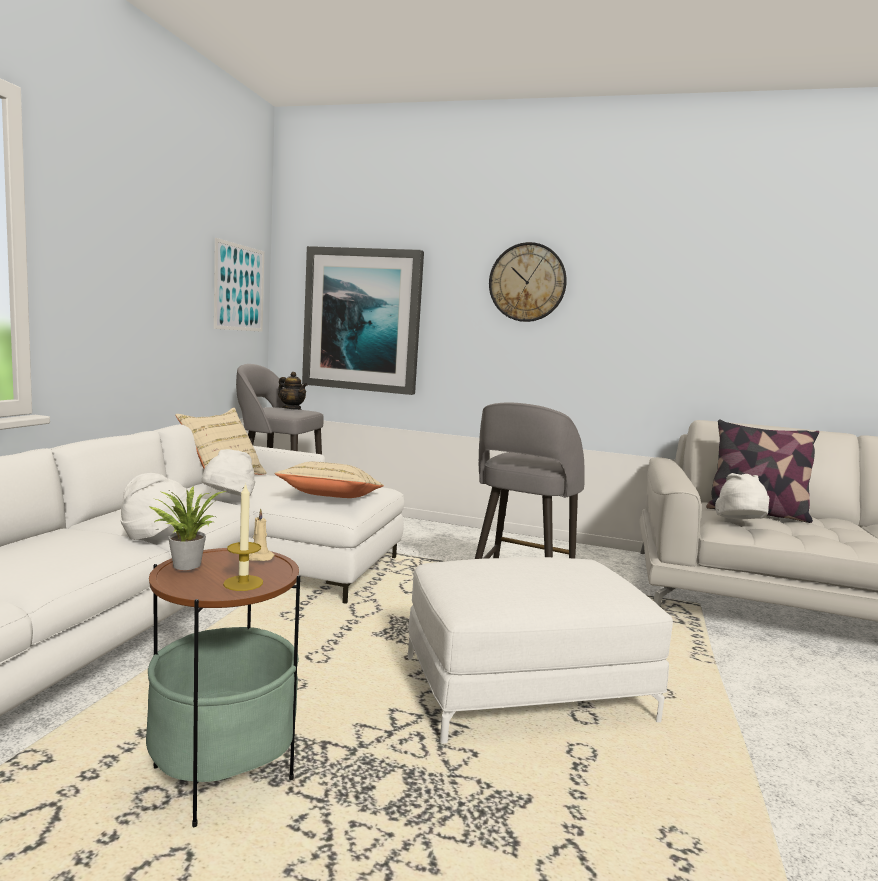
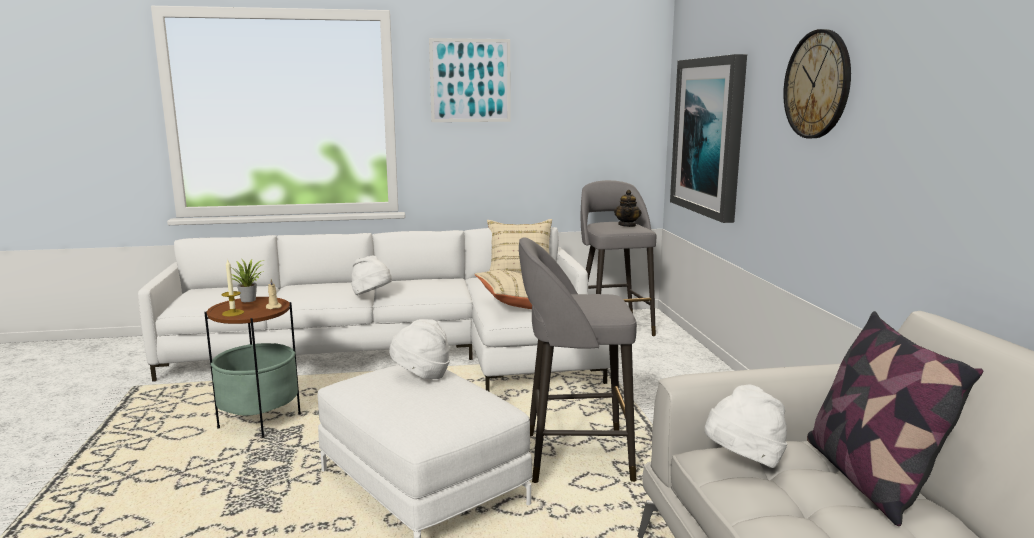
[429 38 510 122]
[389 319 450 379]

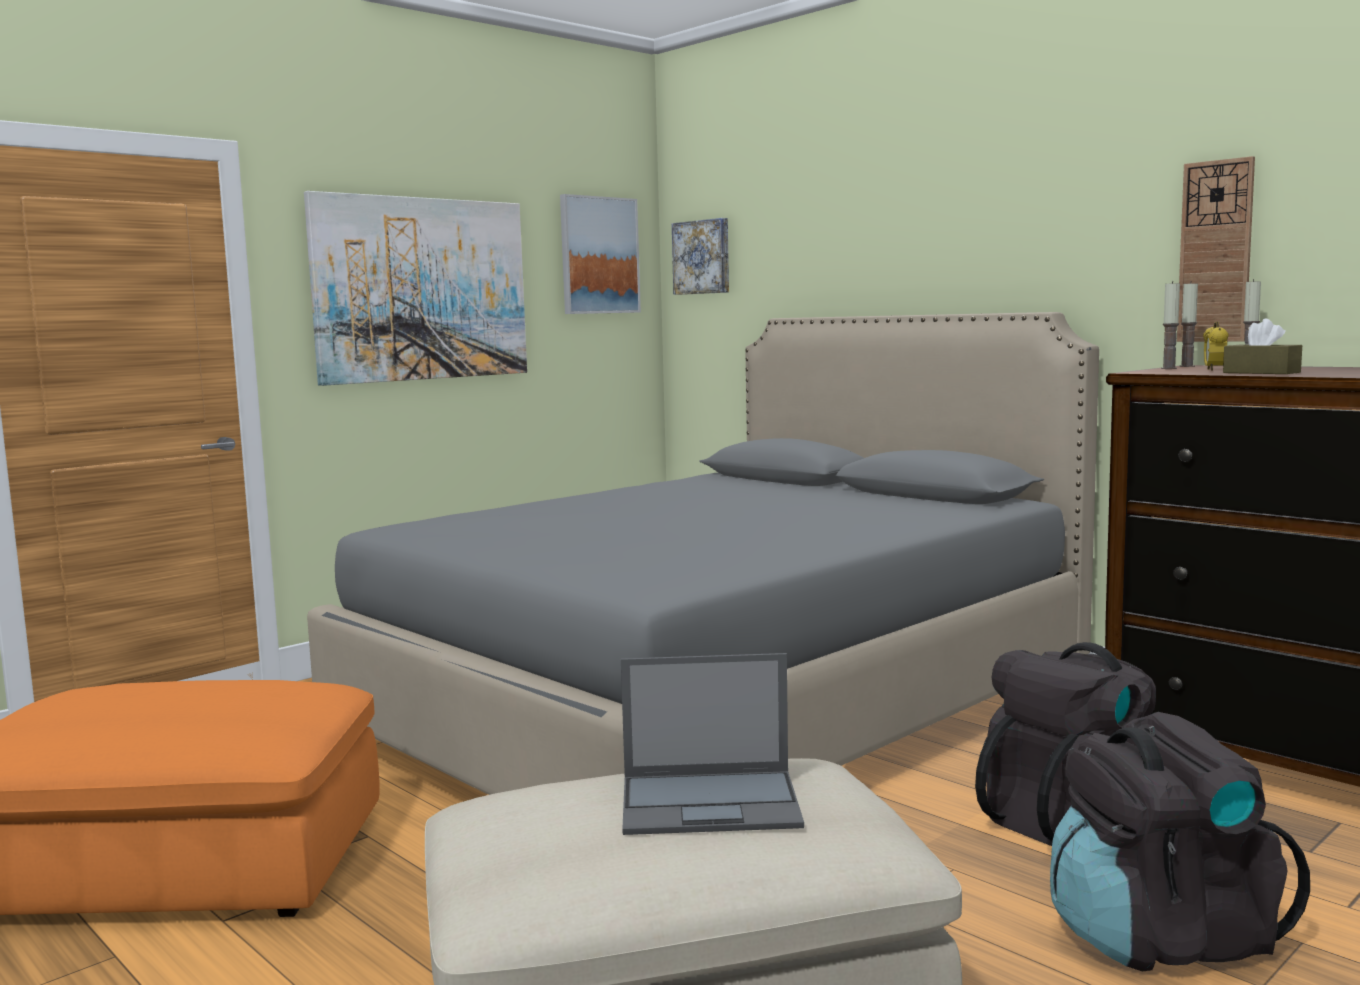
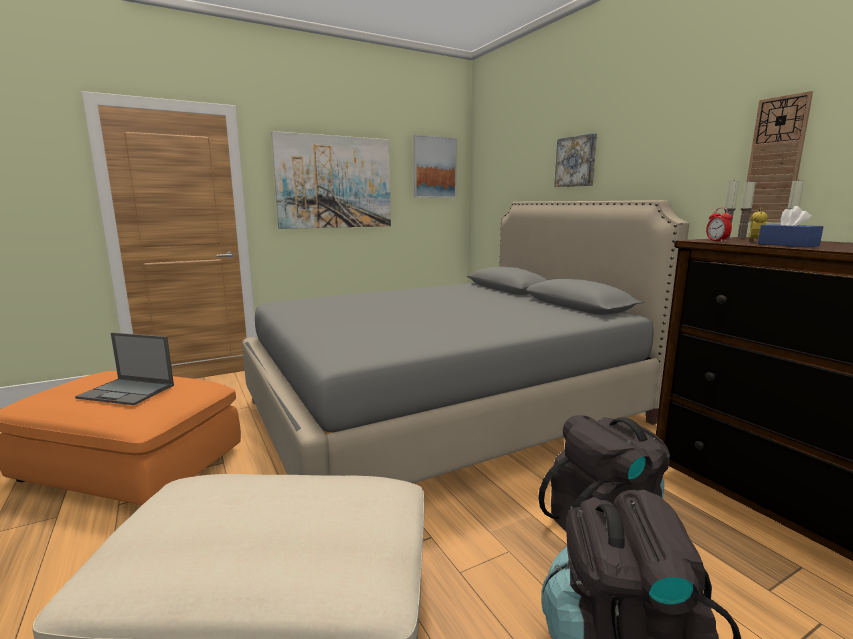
[554 133 597 187]
[758 206 824 247]
[75 333 174 405]
[706 208 732 242]

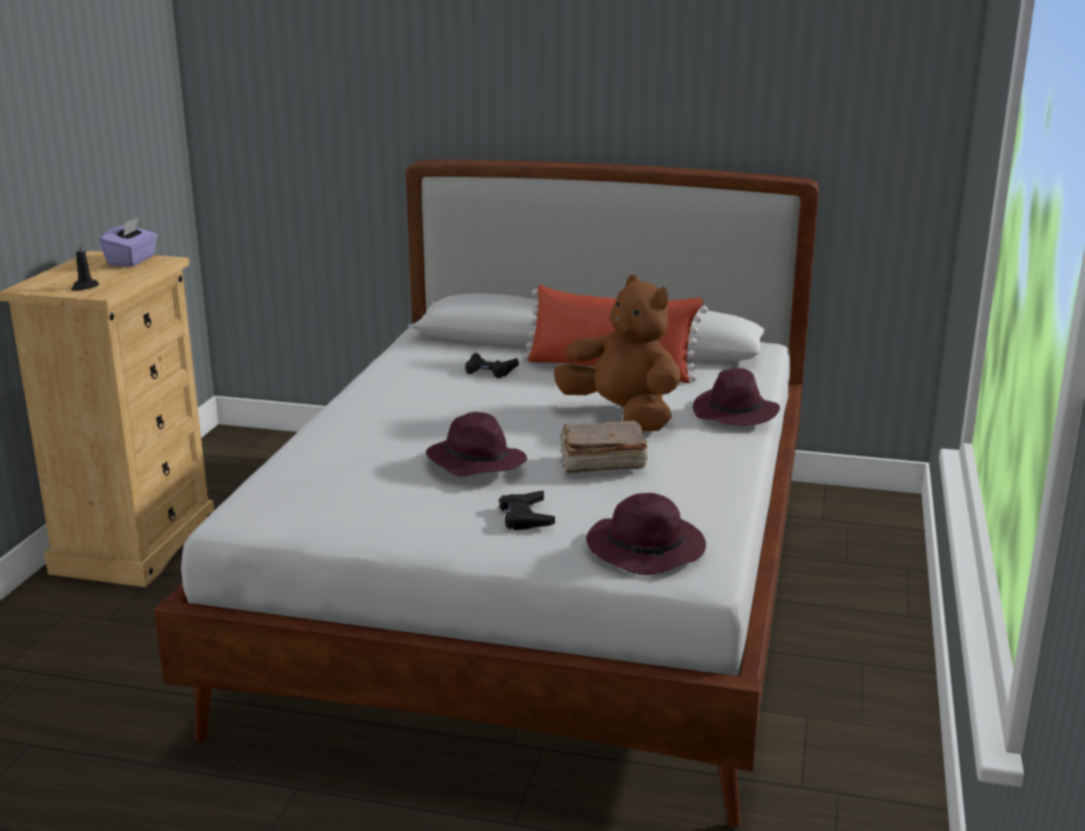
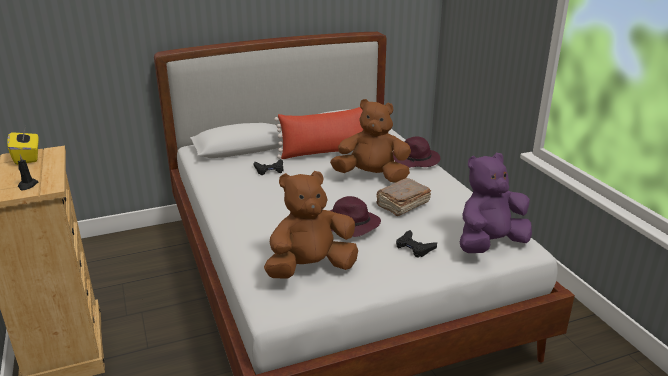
[7 126 39 165]
[460 153 532 253]
[264 171 358 279]

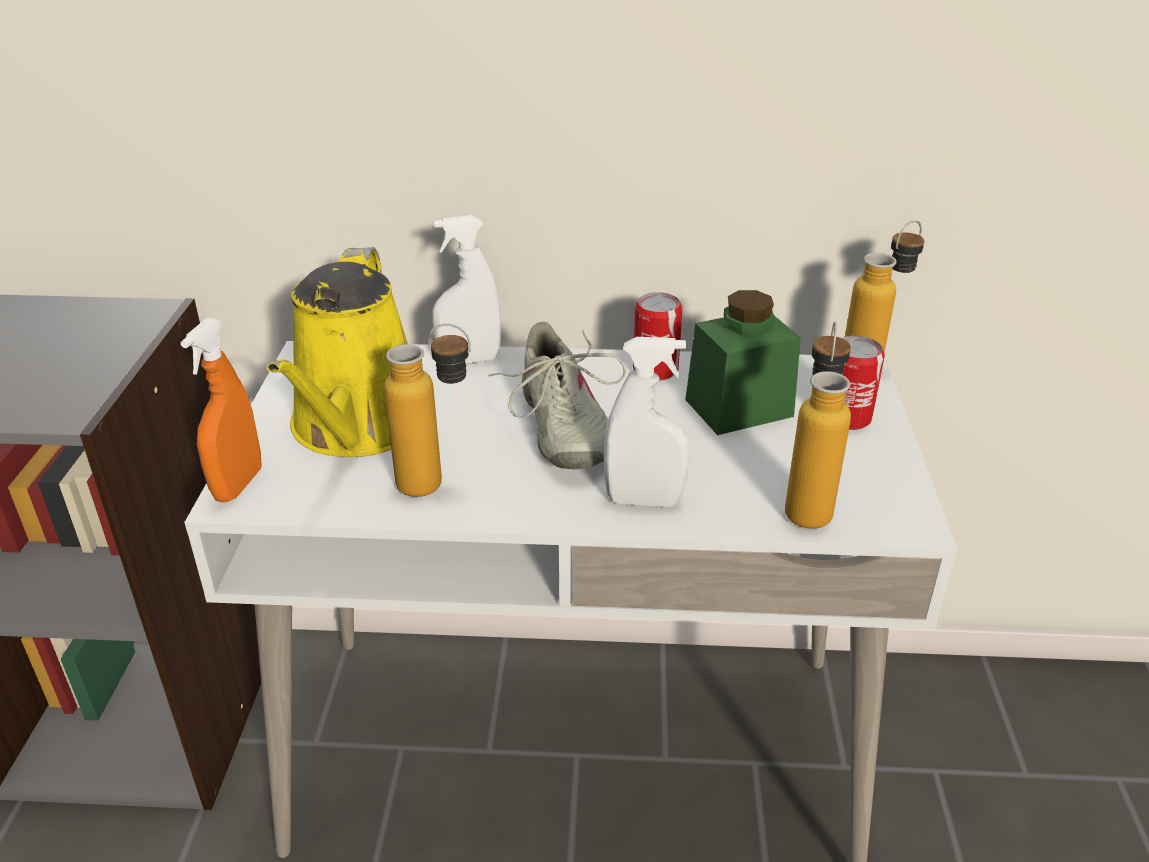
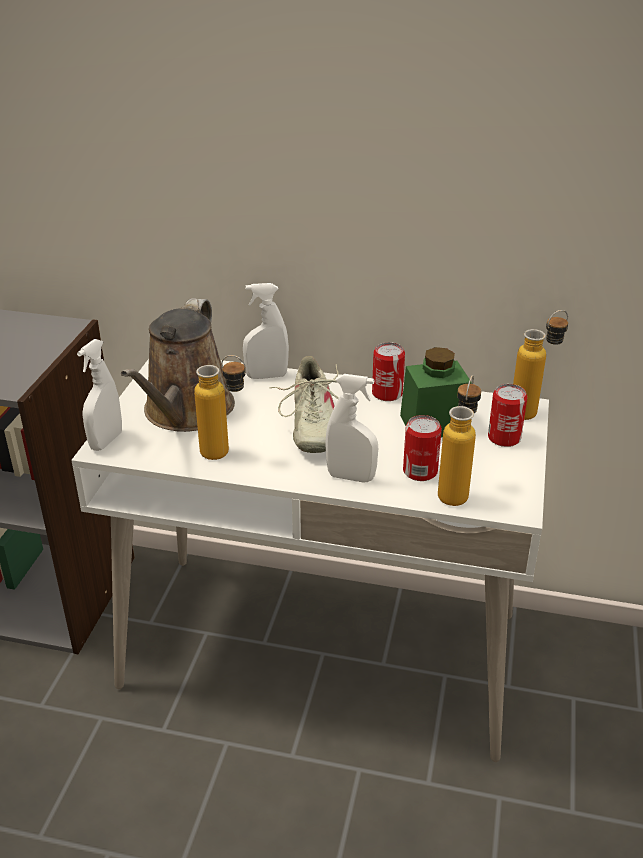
[121 298 235 432]
[77 339 122 451]
[403 415 442 481]

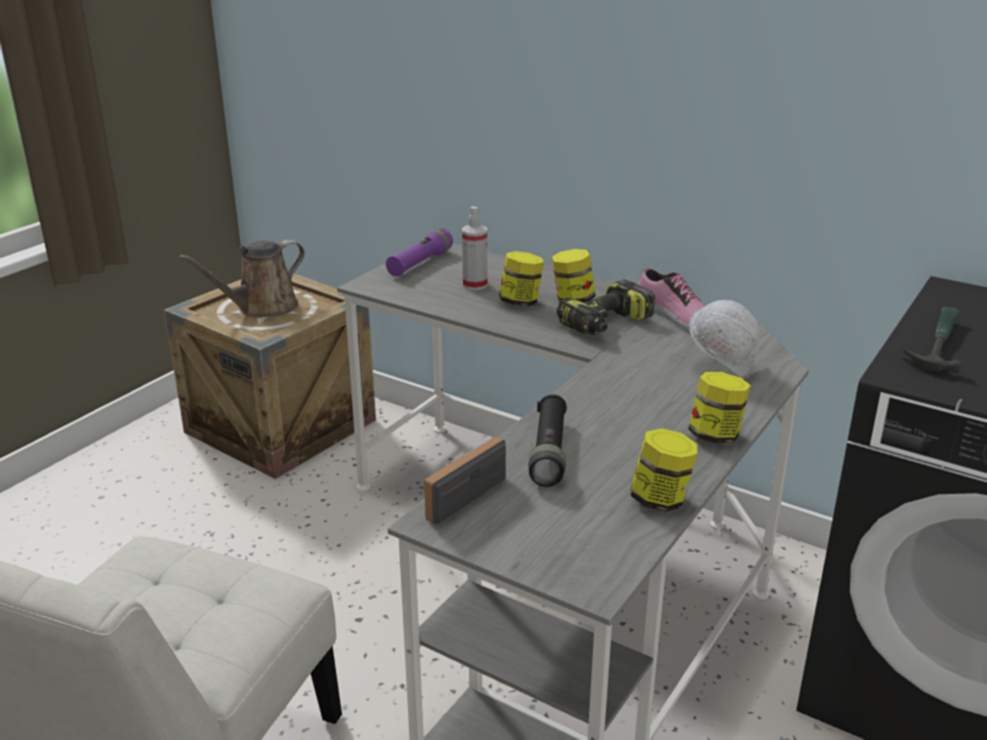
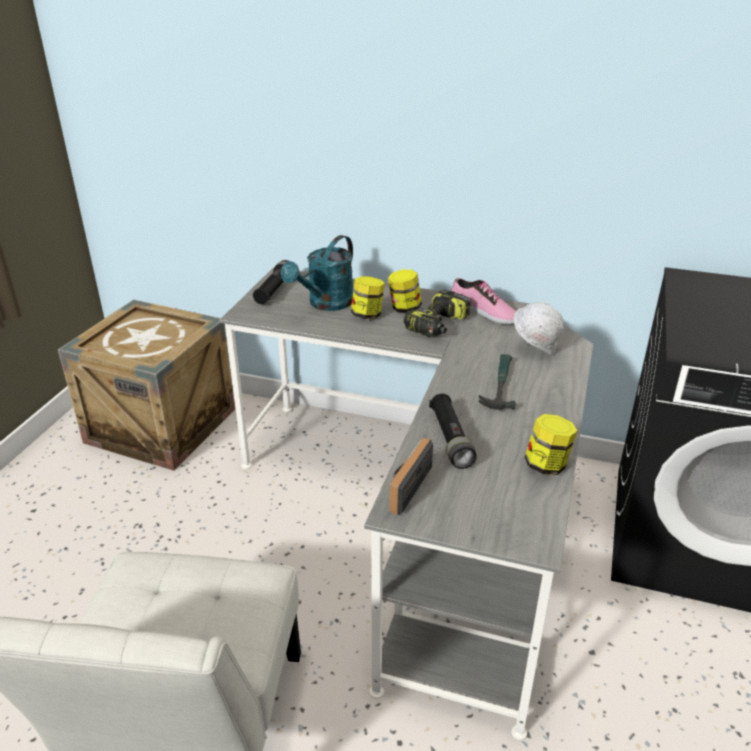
[281 235 353 311]
[253 260 289 304]
[179 240 305 318] (first image)
[479 354 515 410]
[688 372 751 444] (first image)

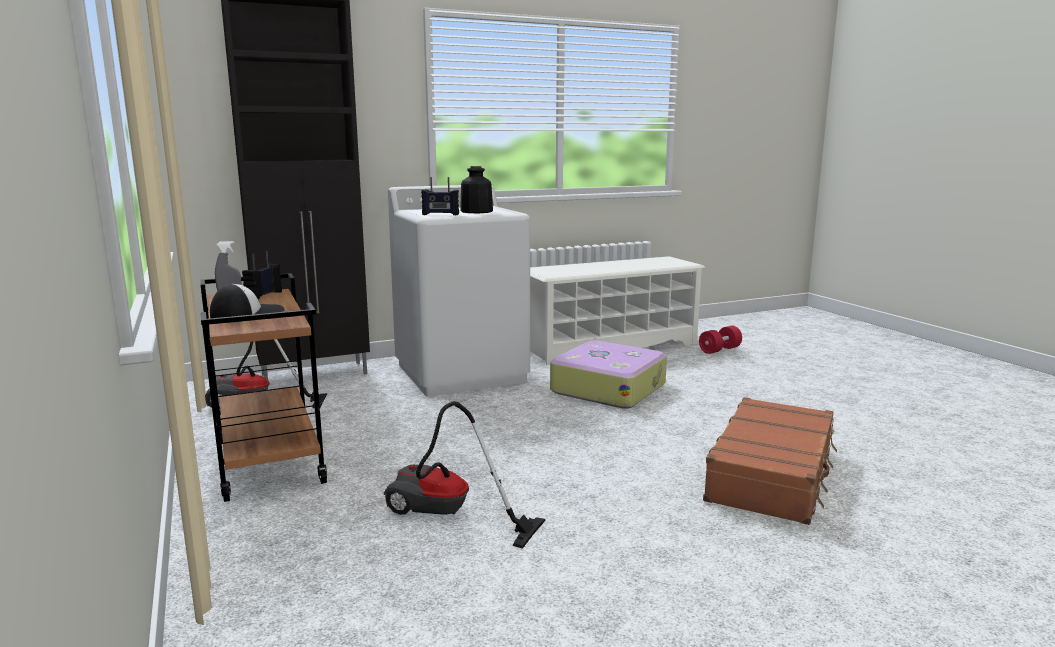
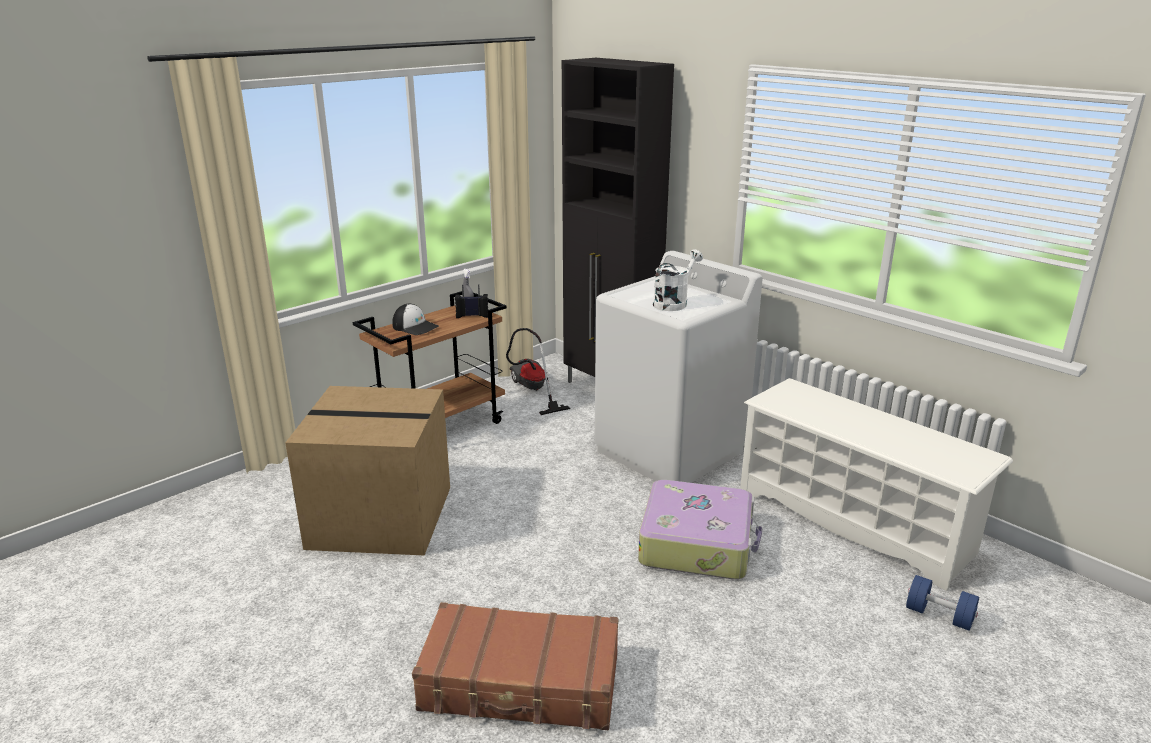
[653 250 703 311]
[421 177 459 215] (first image)
[906 575 979 631]
[285 386 450 556]

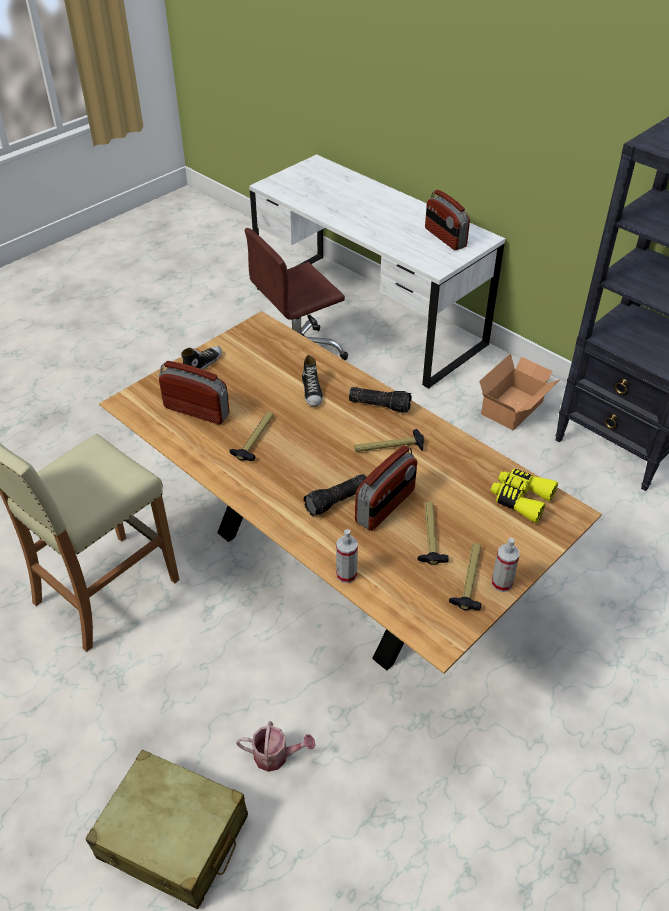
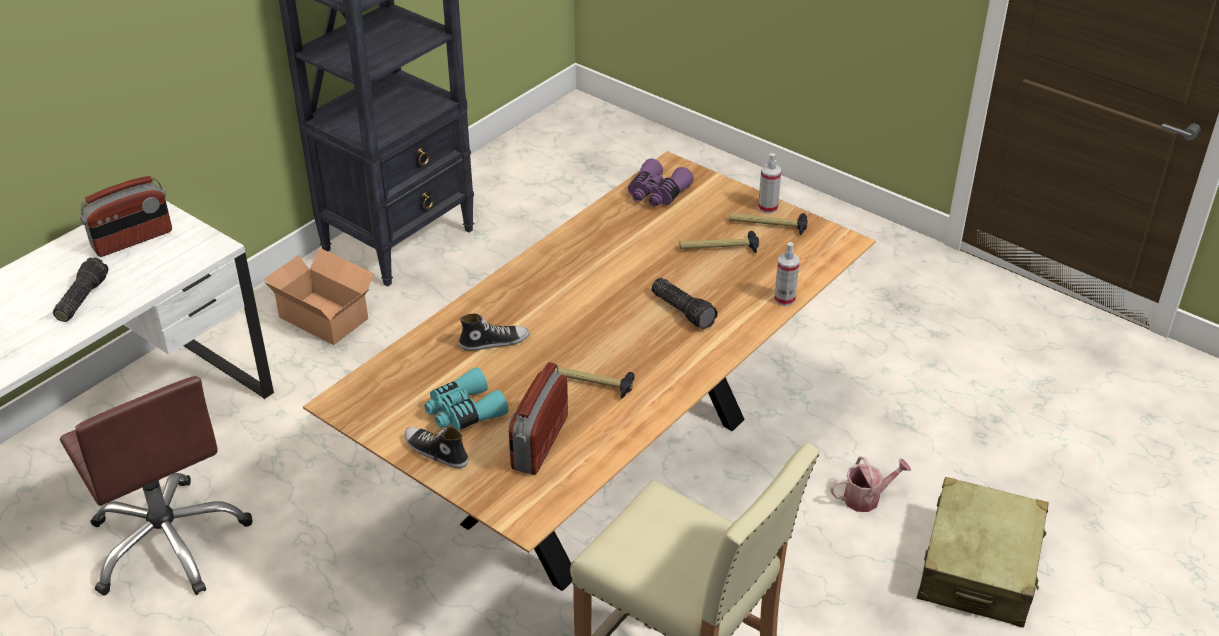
[53 257 109 322]
[355 429 424 452] (first image)
[355 445 417 531] (first image)
[628 159 694 207]
[831 457 911 512]
[425 367 509 431]

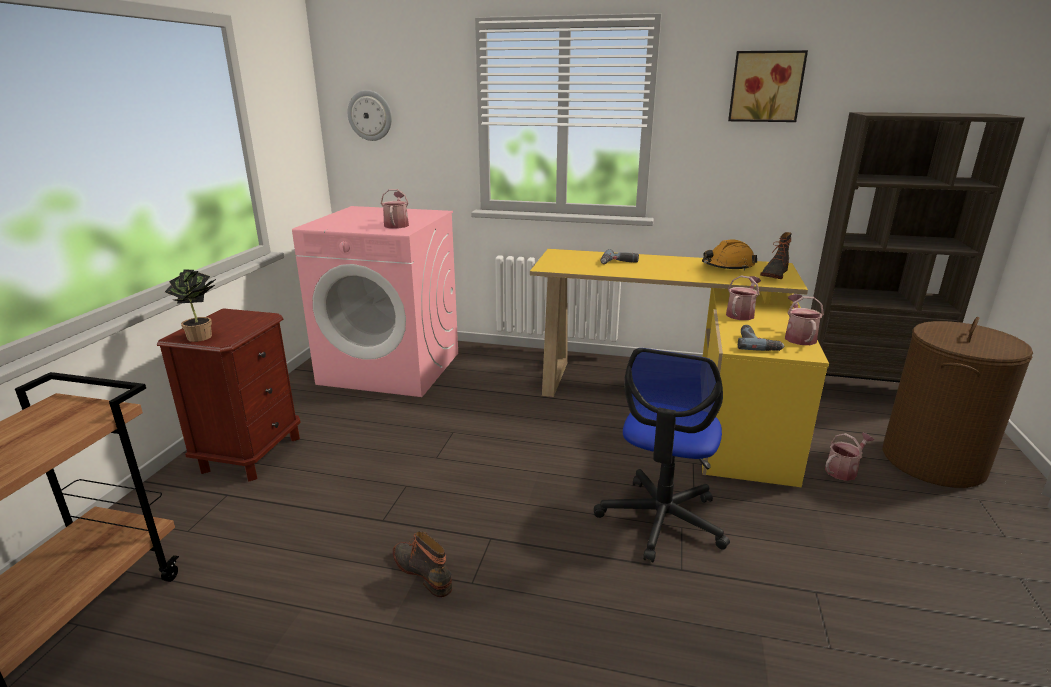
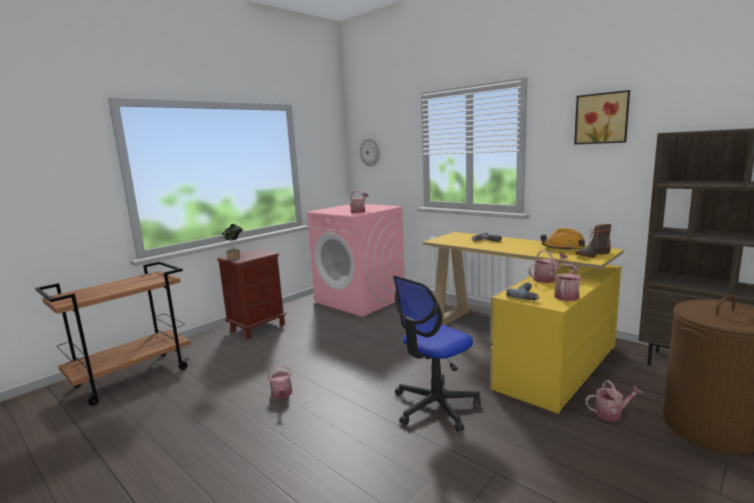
[268 365 292 399]

